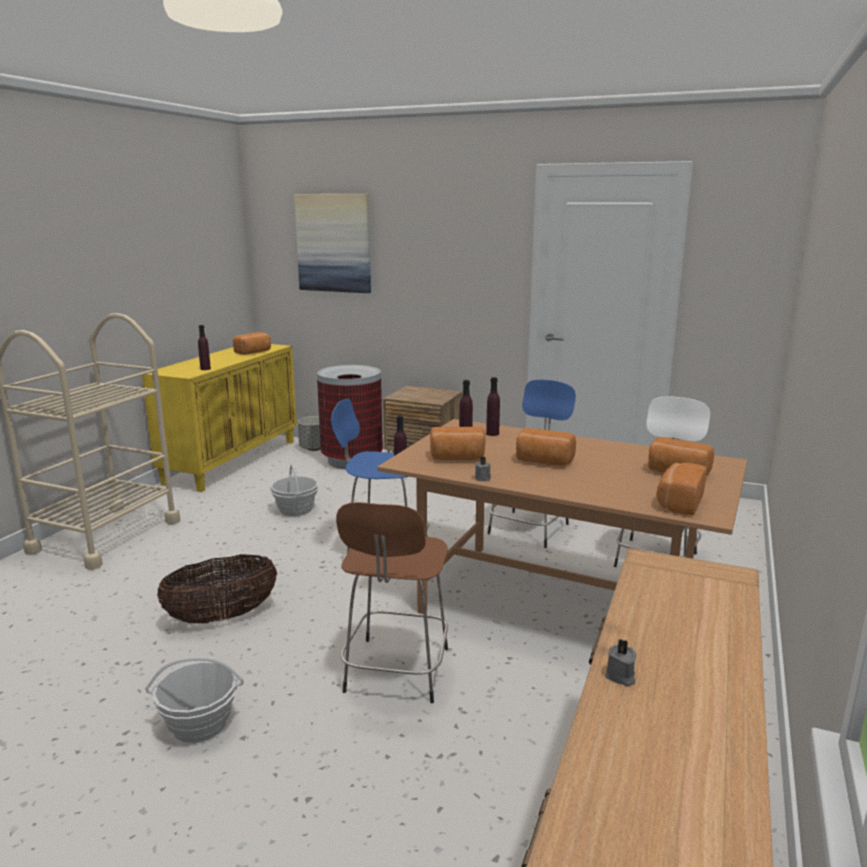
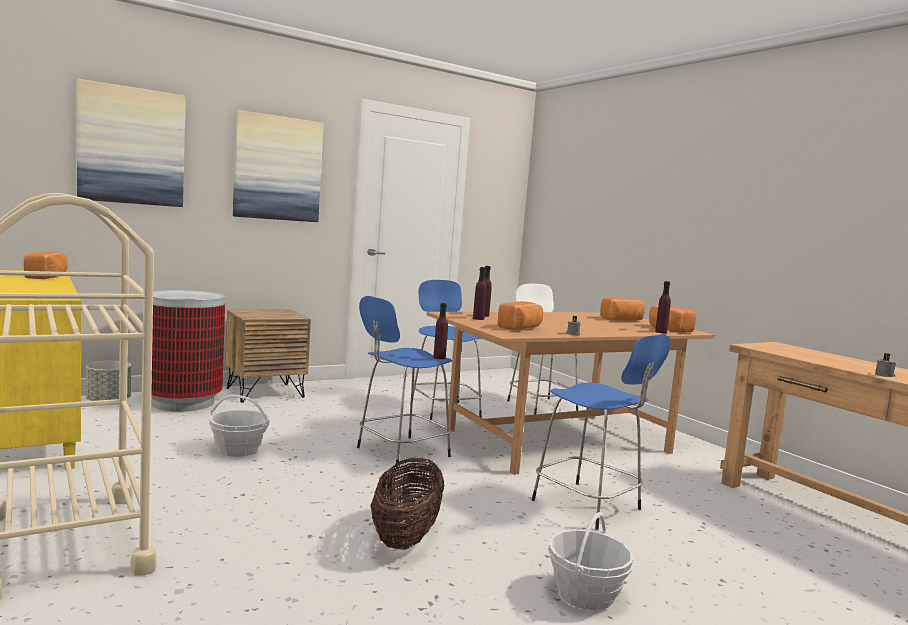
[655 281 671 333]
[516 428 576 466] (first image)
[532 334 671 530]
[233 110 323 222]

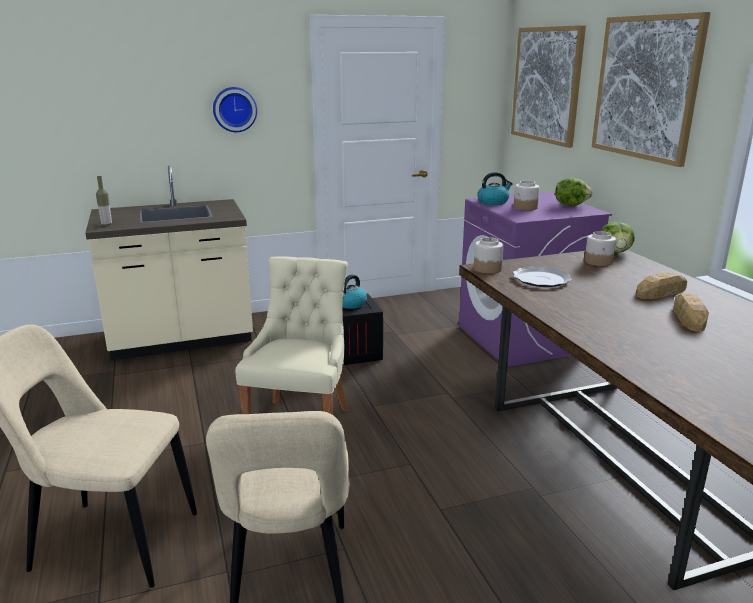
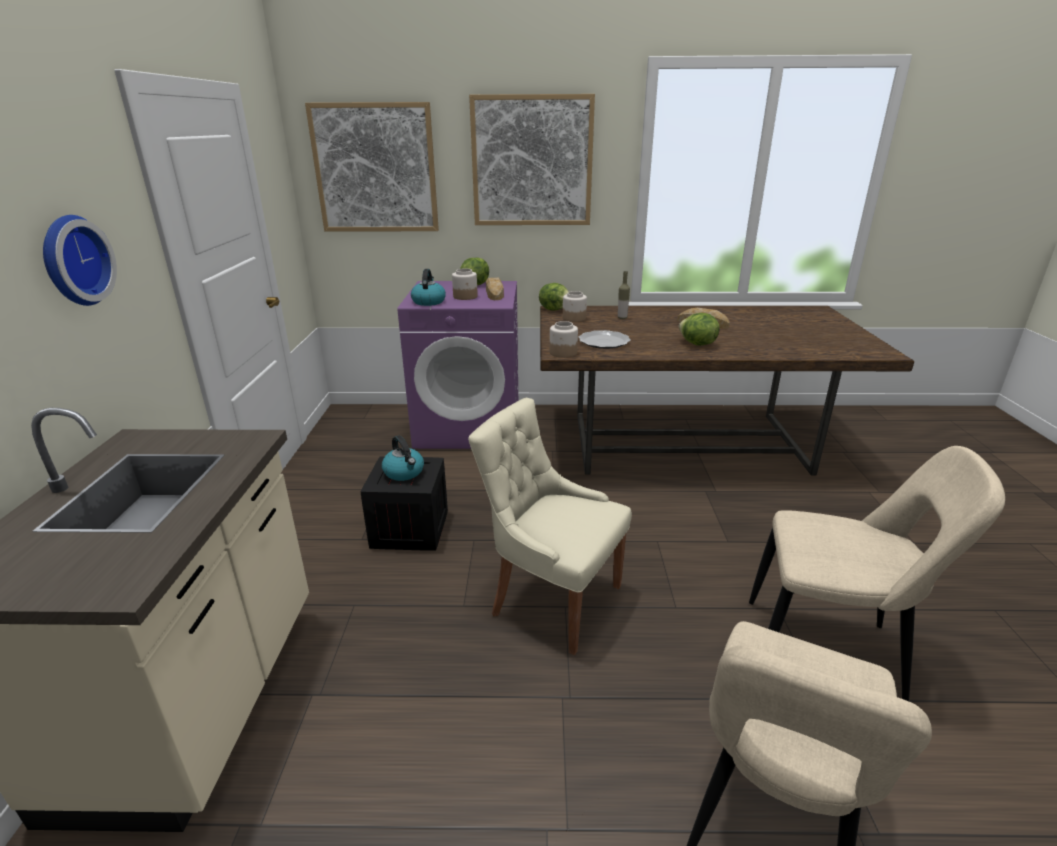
[618 271 630 319]
[486 278 504 300]
[679 313 720 346]

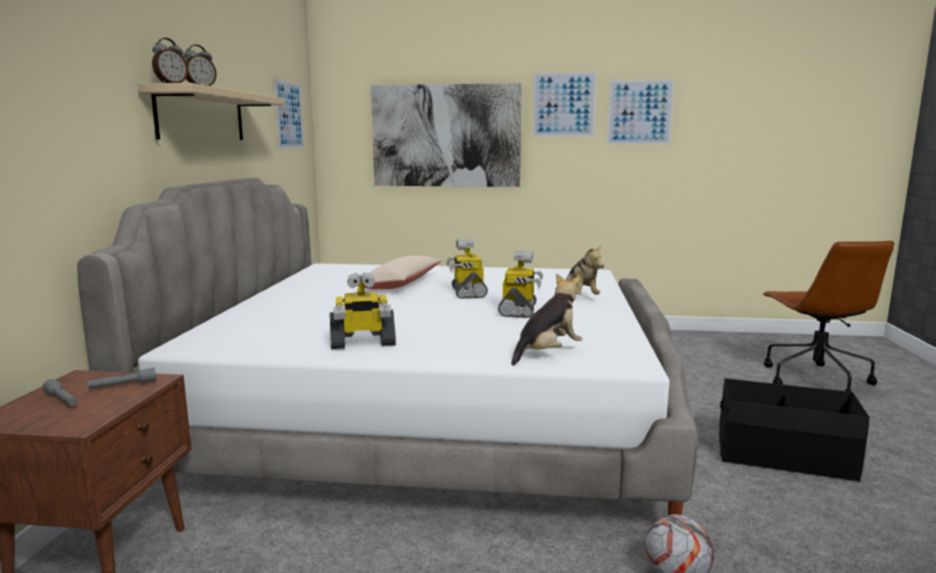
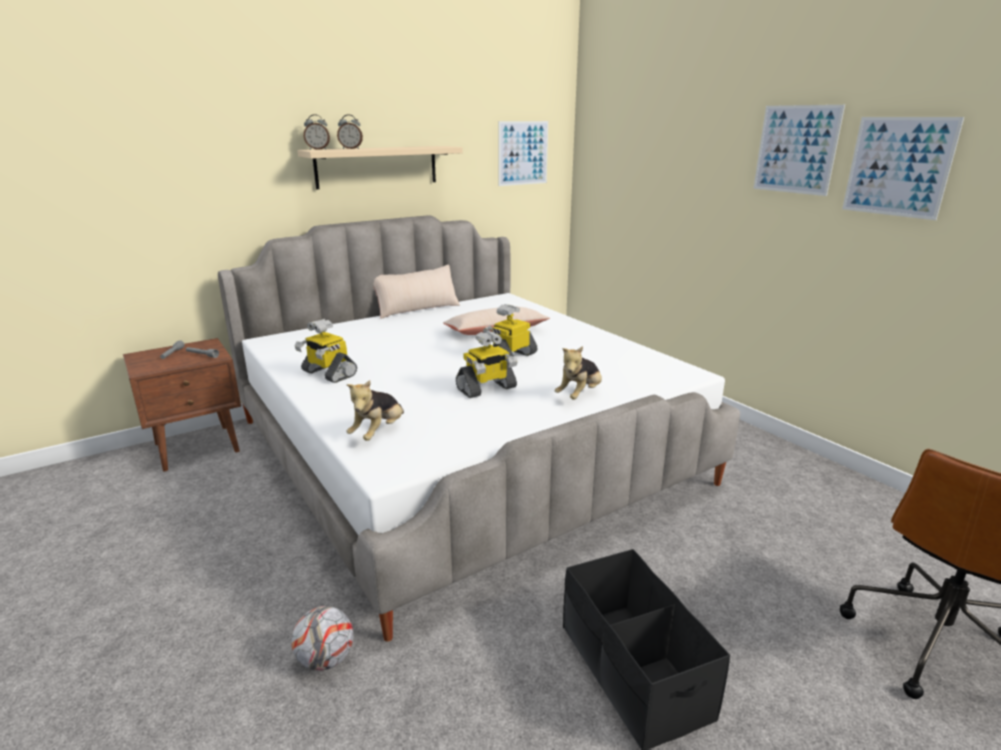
[371 83 522 187] (first image)
[346 380 404 441]
[373 264 460 319]

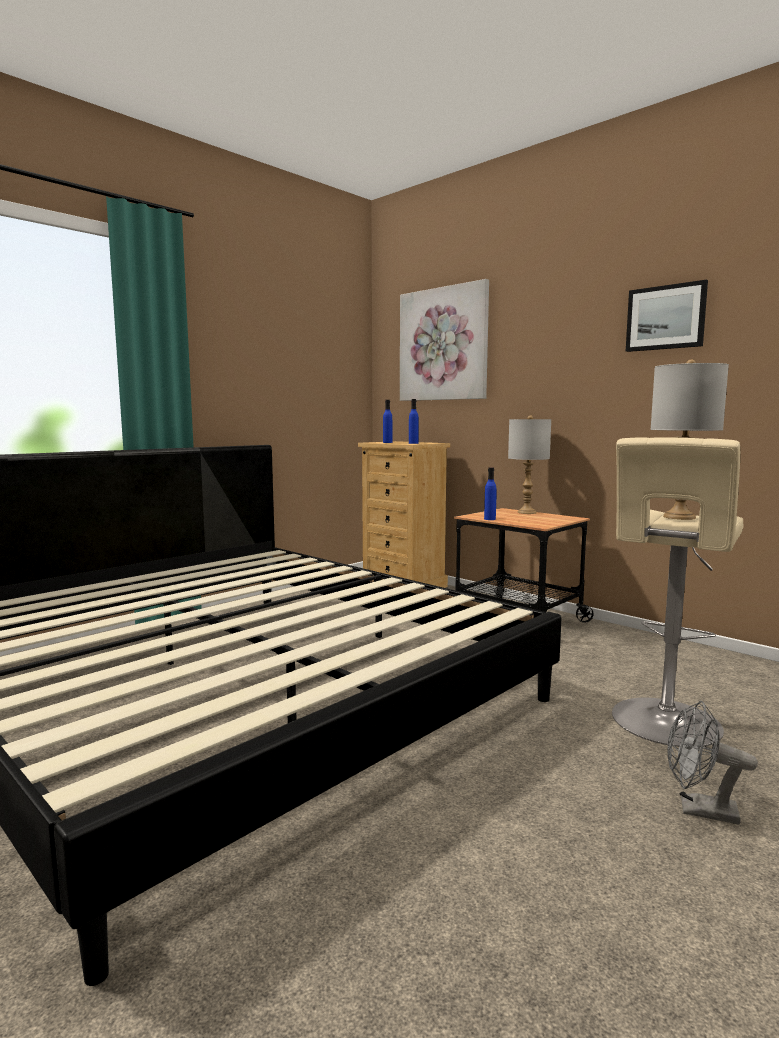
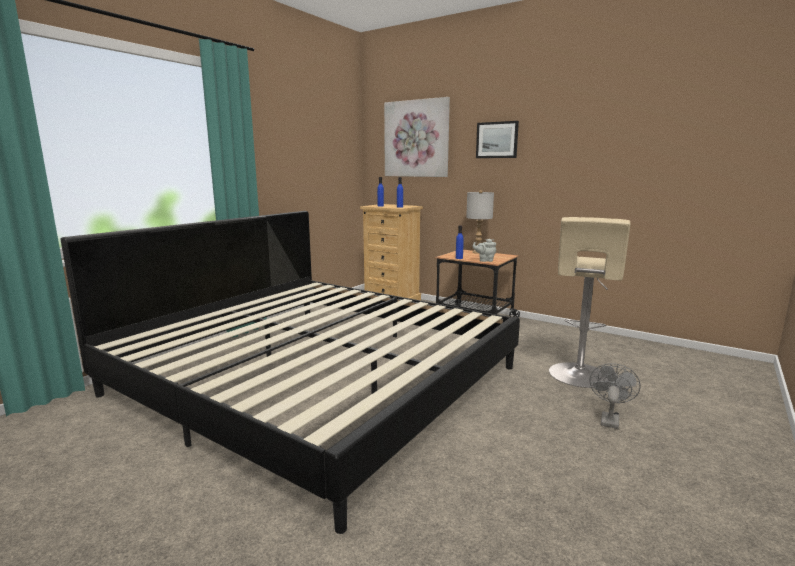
[476 121 519 158]
[650 360 729 520] (first image)
[589 363 641 429]
[472 239 496 262]

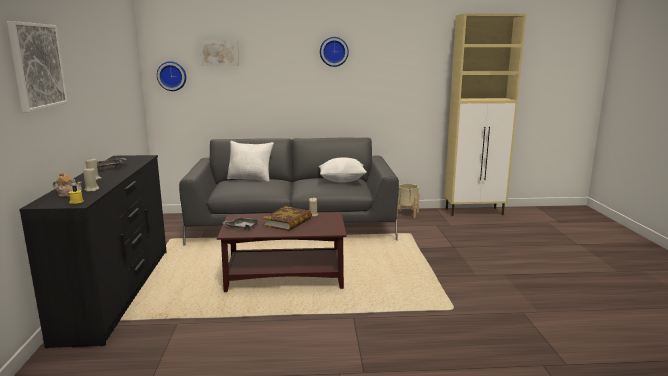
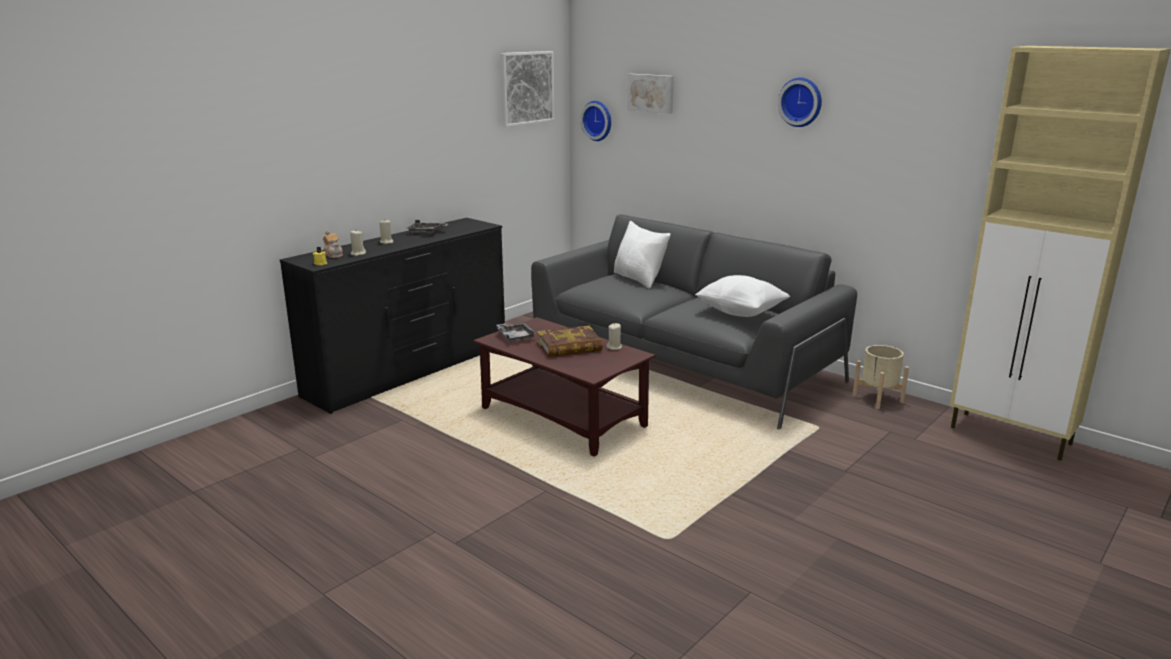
[500 51 554 127]

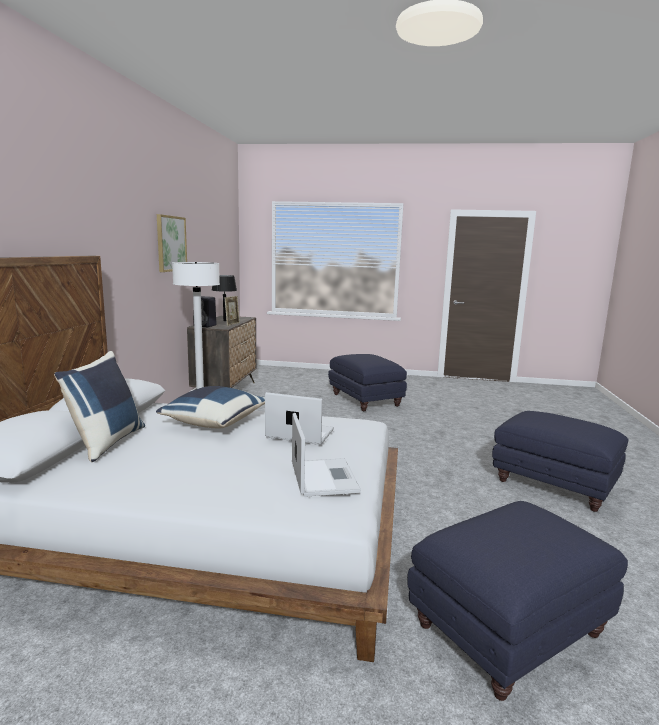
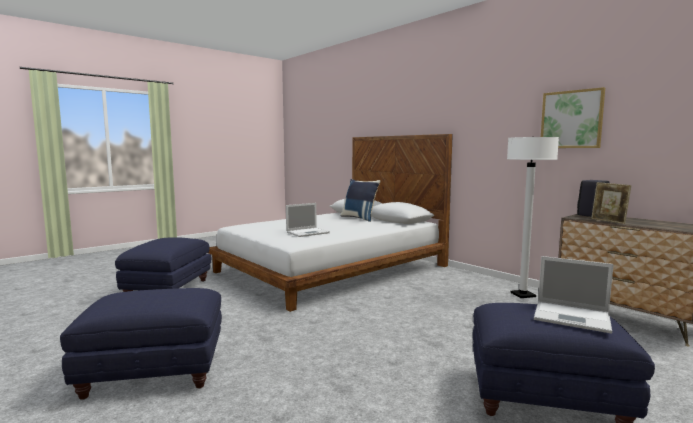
[212 275 237 321] (first image)
[156 386 265 428] (first image)
[534 256 614 334]

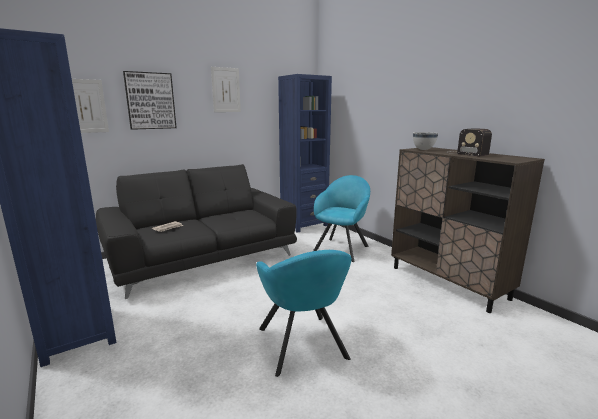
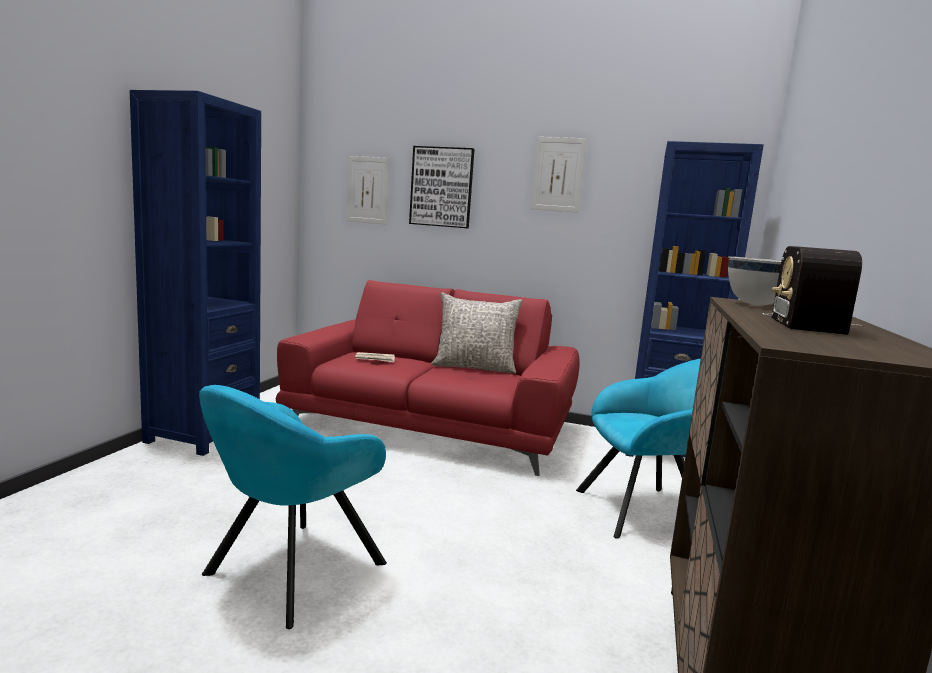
[276 280 580 476]
[431 292 523 374]

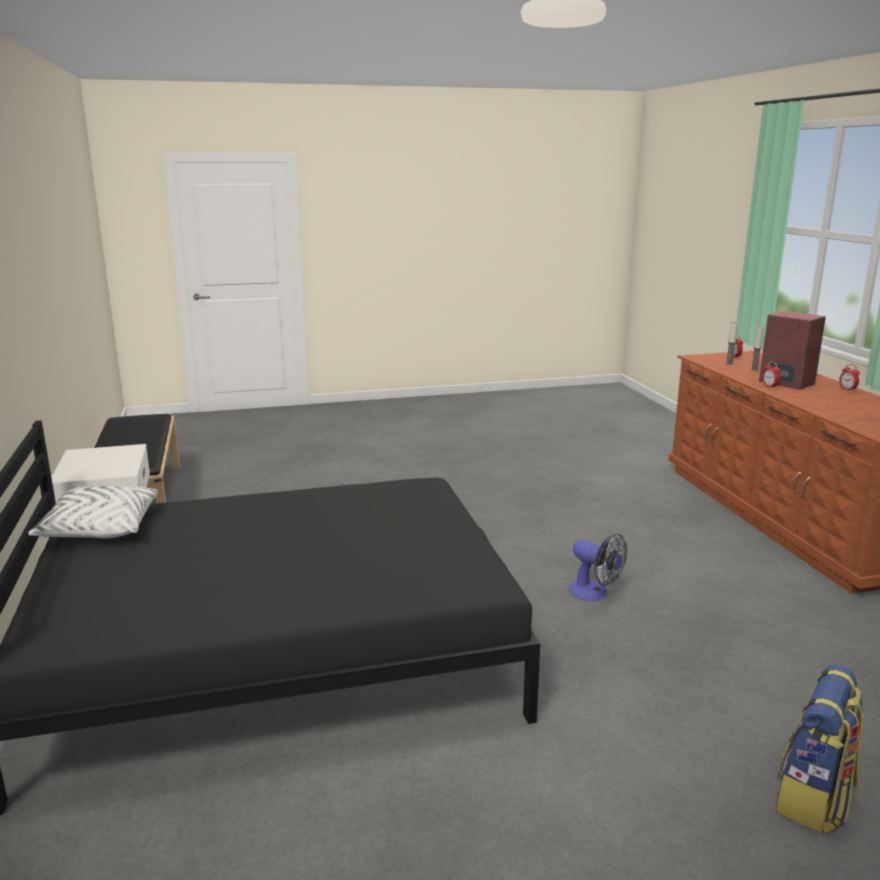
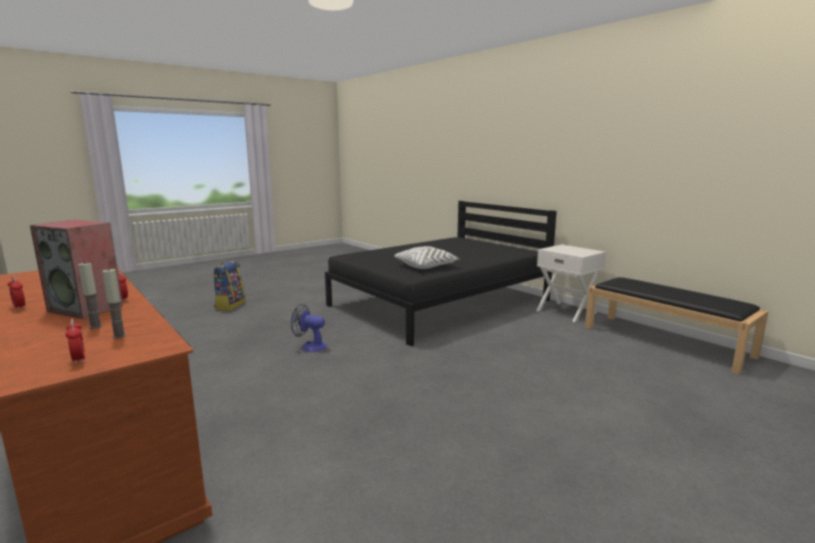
[394 246 460 269]

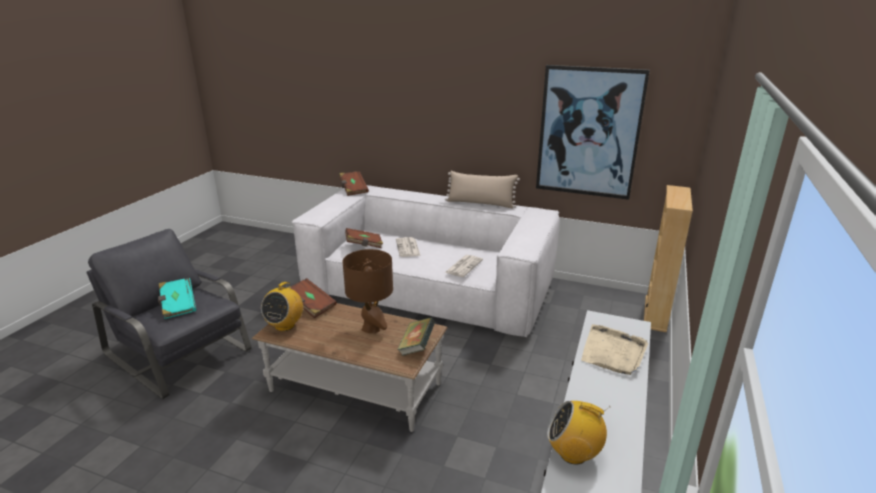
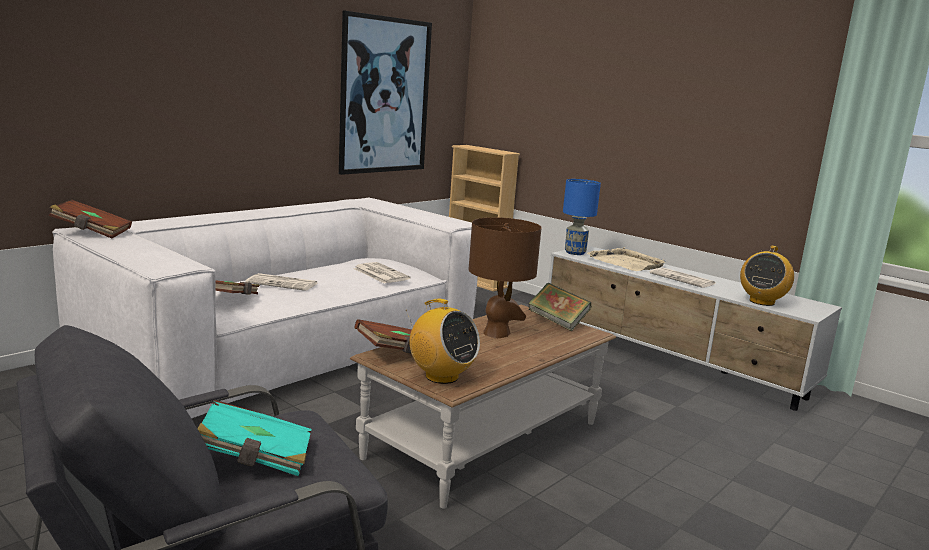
[445 171 520 209] (first image)
[563 179 601 255]
[649 267 715 288]

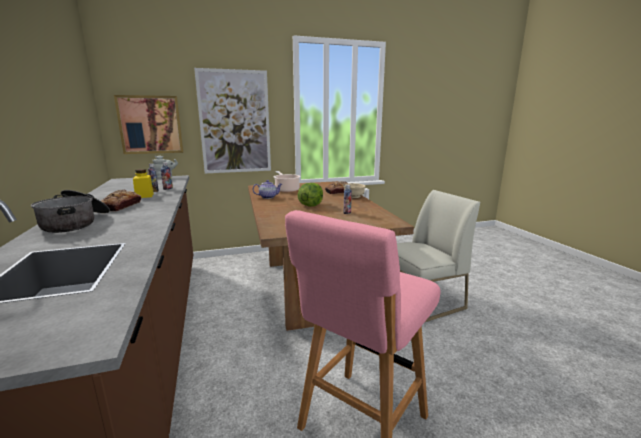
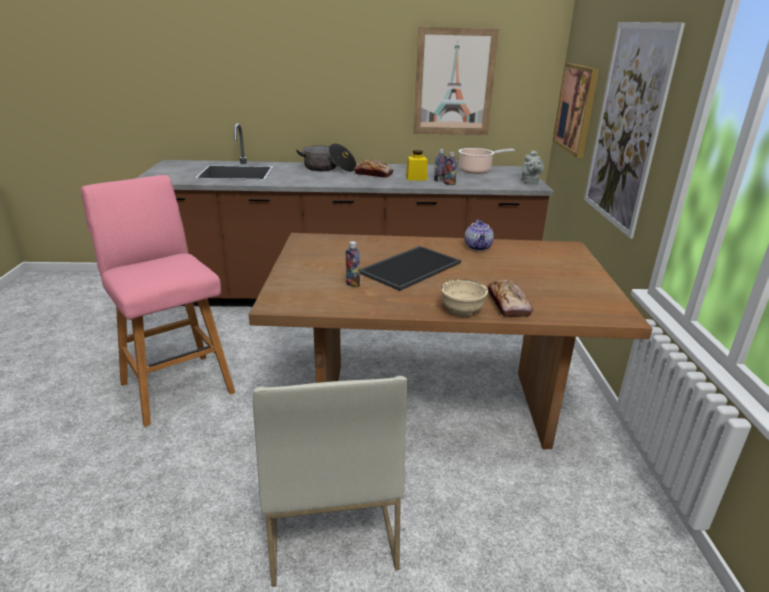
[459 148 515 174]
[360 246 461 291]
[413 27 499 135]

